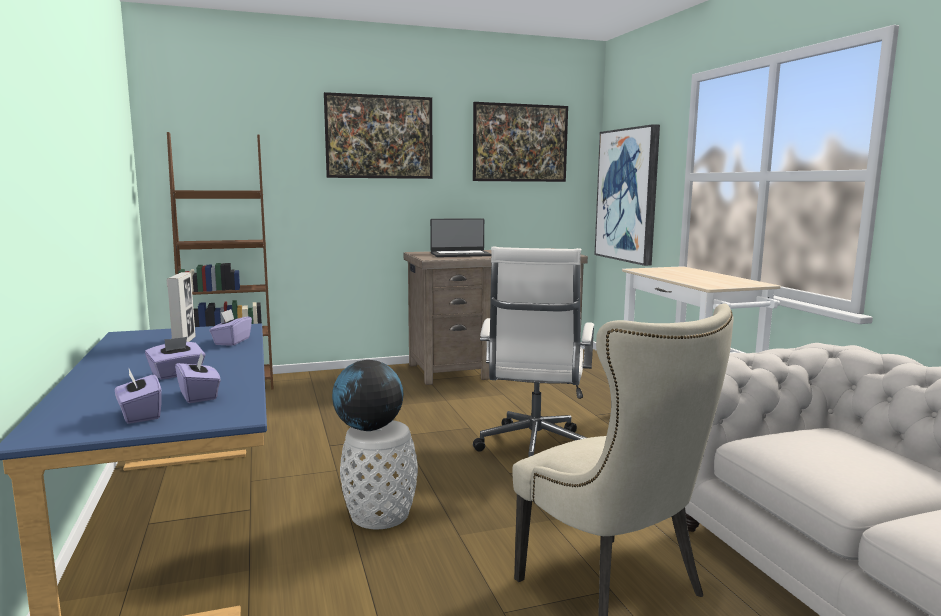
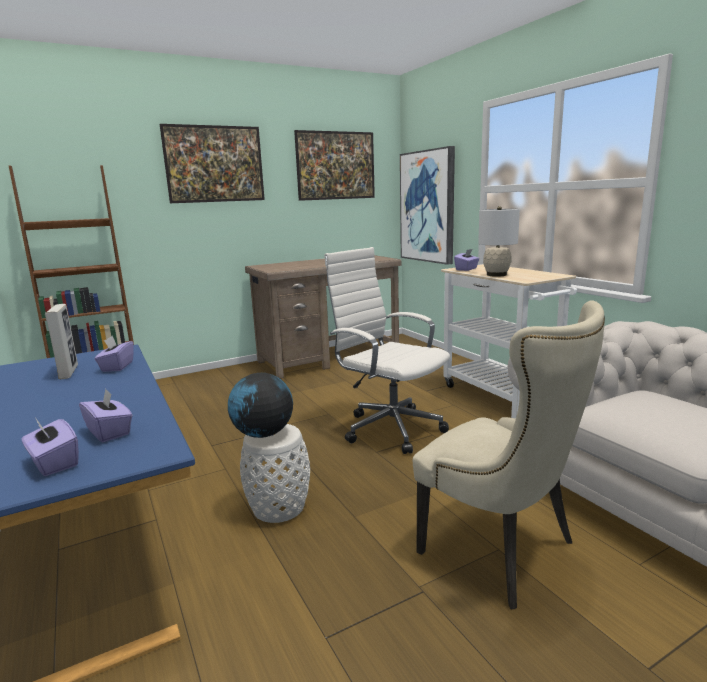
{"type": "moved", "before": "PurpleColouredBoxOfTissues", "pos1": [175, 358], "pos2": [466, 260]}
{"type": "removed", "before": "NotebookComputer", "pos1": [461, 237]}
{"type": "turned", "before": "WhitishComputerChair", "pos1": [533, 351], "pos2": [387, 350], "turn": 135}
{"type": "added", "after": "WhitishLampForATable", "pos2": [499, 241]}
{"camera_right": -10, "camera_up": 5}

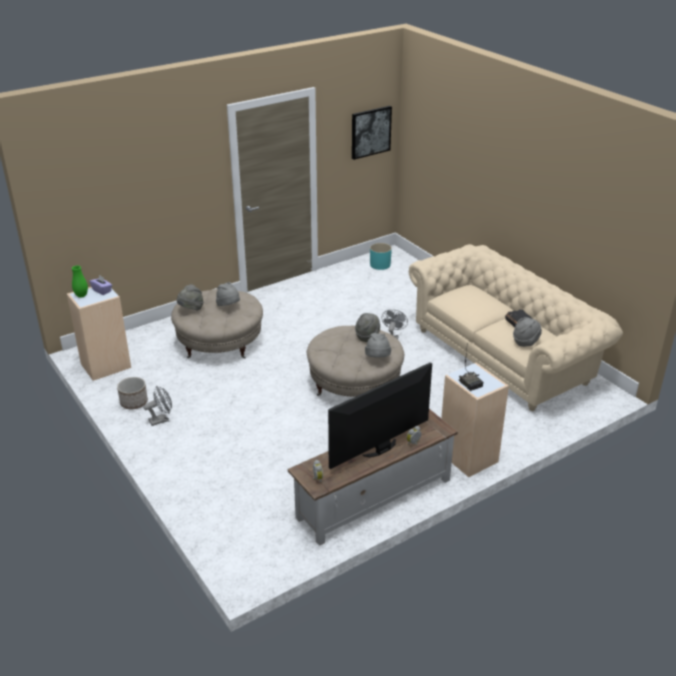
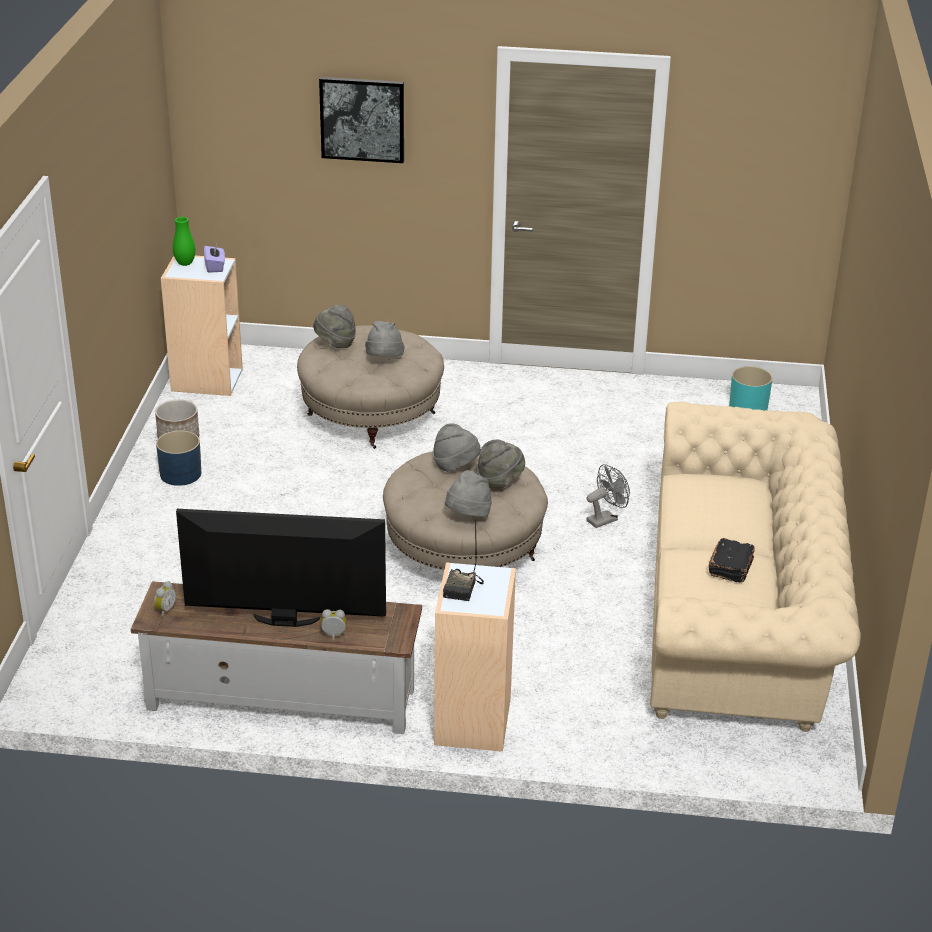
{"type": "replaced", "before": "GreyFan", "after": "BluishPlanter", "pos1": [157, 406], "pos2": [178, 458]}
{"type": "moved", "before": "Picture", "pos1": [372, 133], "pos2": [361, 120]}
{"type": "moved", "before": "GreyClothingHat", "pos1": [527, 332], "pos2": [457, 447]}
{"camera_right": 40, "camera_up": 0}

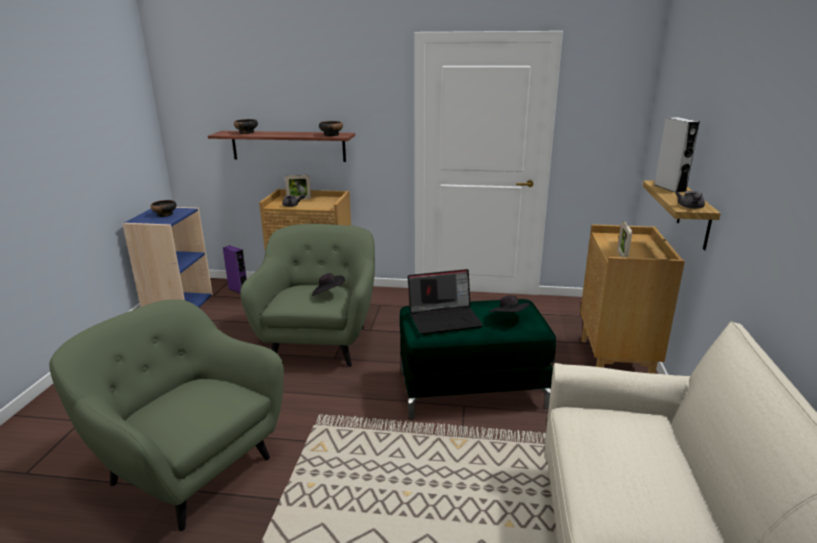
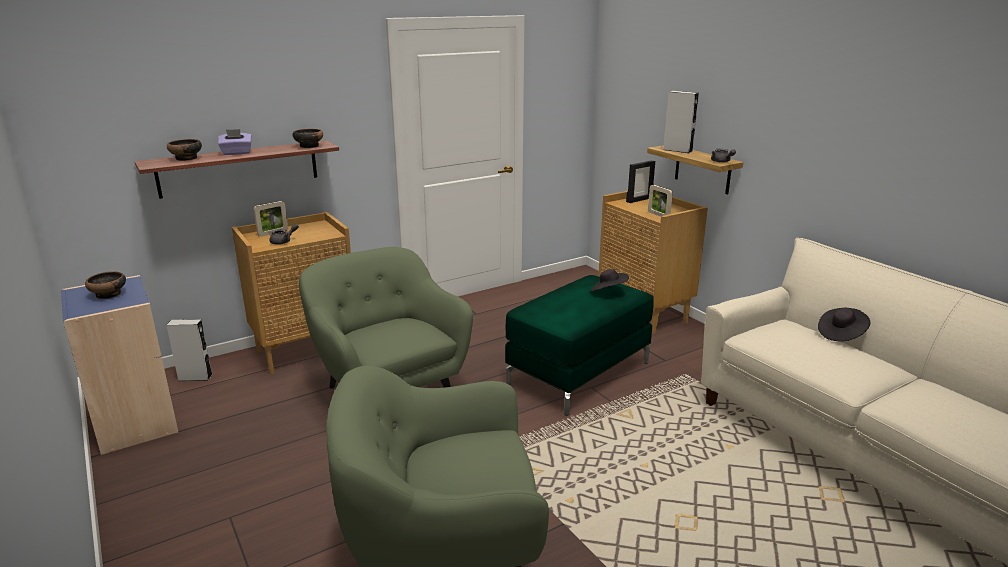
{"type": "recoloured", "before": "PurpleColouredLoudspeaker", "after": "GreyLoudspeaker", "pos1": [235, 269], "pos2": [189, 350]}
{"type": "moved", "before": "BlackClothingHat", "pos1": [328, 284], "pos2": [844, 324]}
{"type": "removed", "before": "NotebookComputer", "pos1": [445, 302]}
{"type": "added", "after": "PurpleColouredBoxOfTissues", "pos2": [235, 142]}
{"type": "added", "after": "StandingFrame", "pos2": [640, 181]}
{"camera_right": -40, "camera_up": 0}

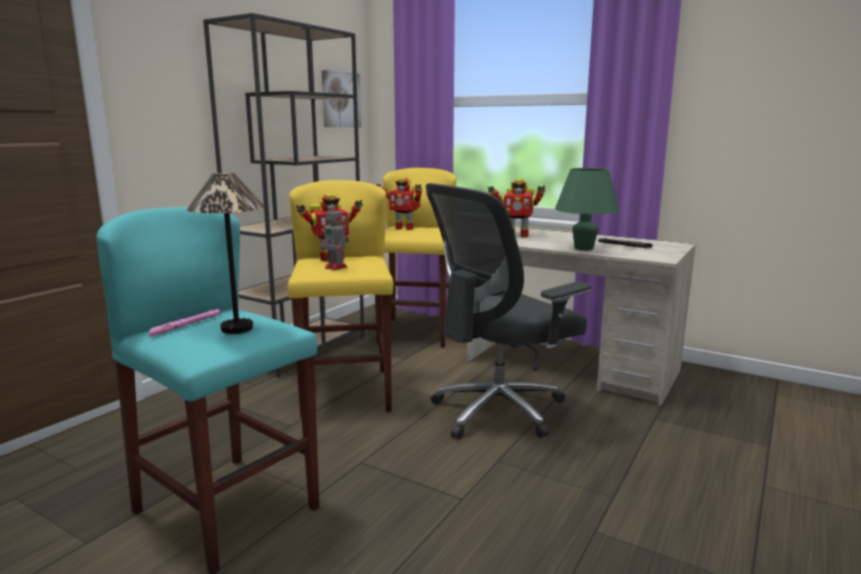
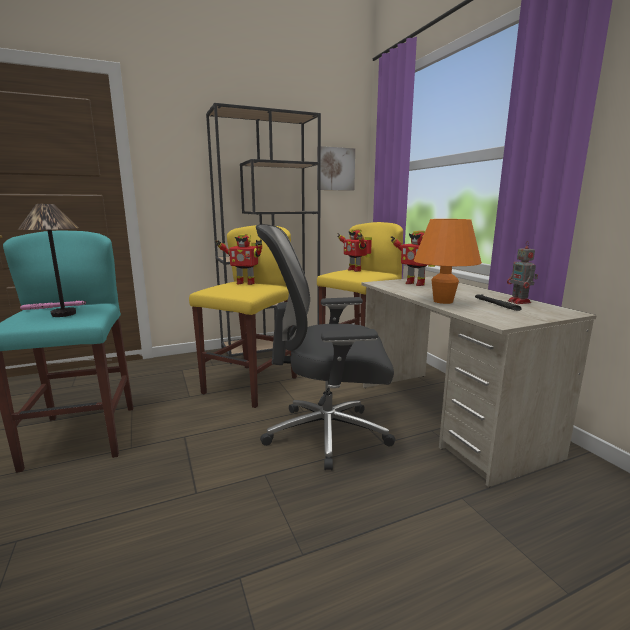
{"type": "moved", "before": "RobotFigure", "pos1": [335, 236], "pos2": [522, 273]}
{"type": "recoloured", "before": "GreenishLampForATable", "after": "OrangeColouredLampForATable", "pos1": [587, 209], "pos2": [448, 261]}
{"camera_right": 35, "camera_up": 0}

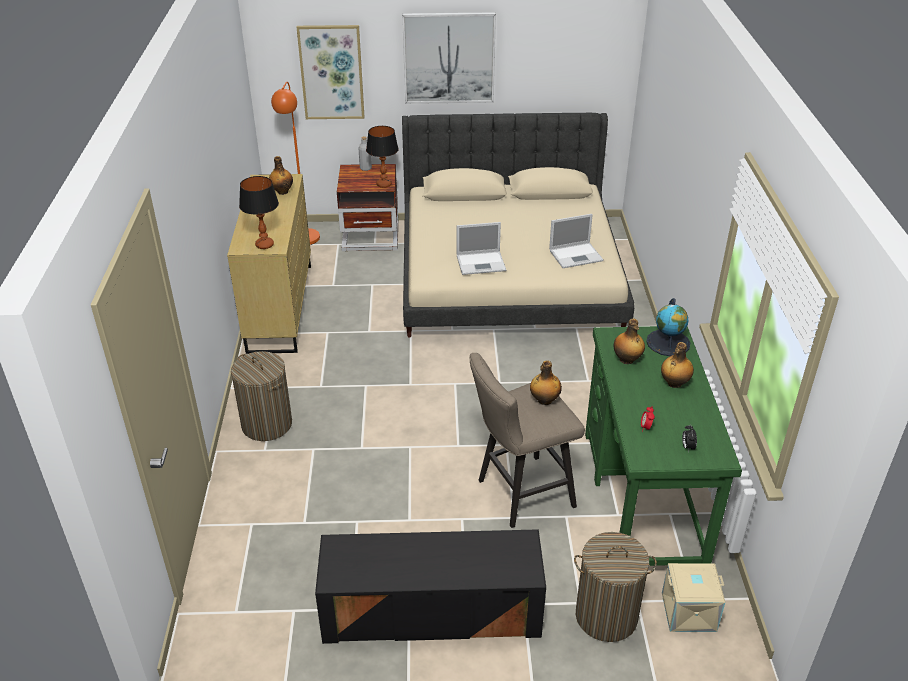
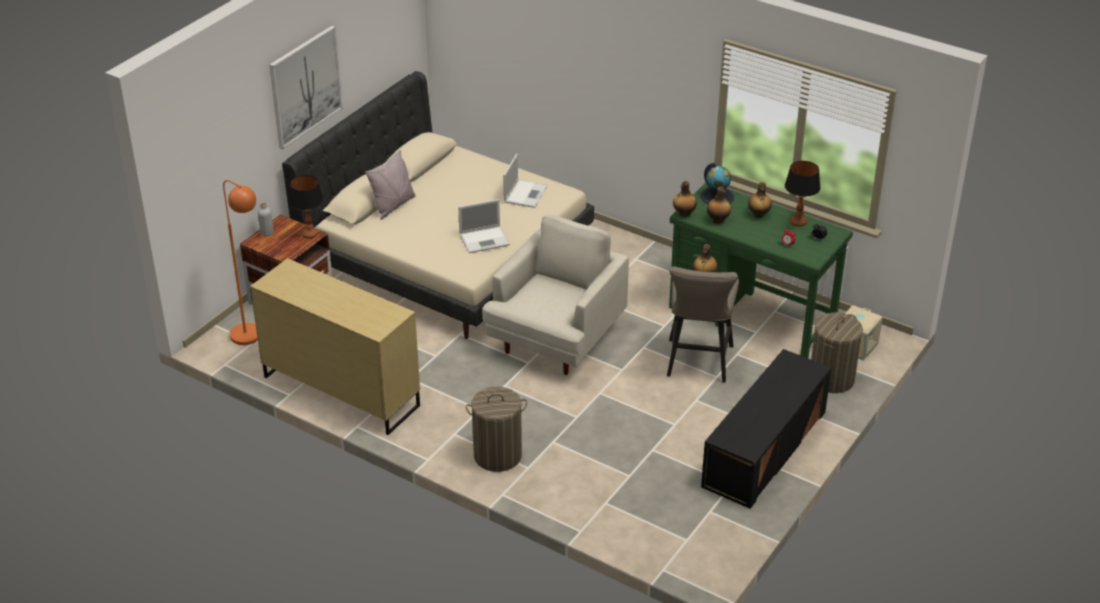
{"type": "moved", "before": "LampForATable", "pos1": [259, 212], "pos2": [803, 193]}
{"type": "moved", "before": "Bottle", "pos1": [281, 175], "pos2": [685, 199]}
{"type": "removed", "before": "Picture", "pos1": [330, 72]}
{"type": "turned", "before": "NotebookComputer", "pos1": [481, 248], "pos2": [484, 226], "turn": 45}
{"type": "added", "after": "PurpleColouredCushion", "pos2": [390, 185]}
{"type": "added", "after": "SandColouredLoungeChair", "pos2": [555, 294]}
{"camera_right": -55, "camera_up": 0}

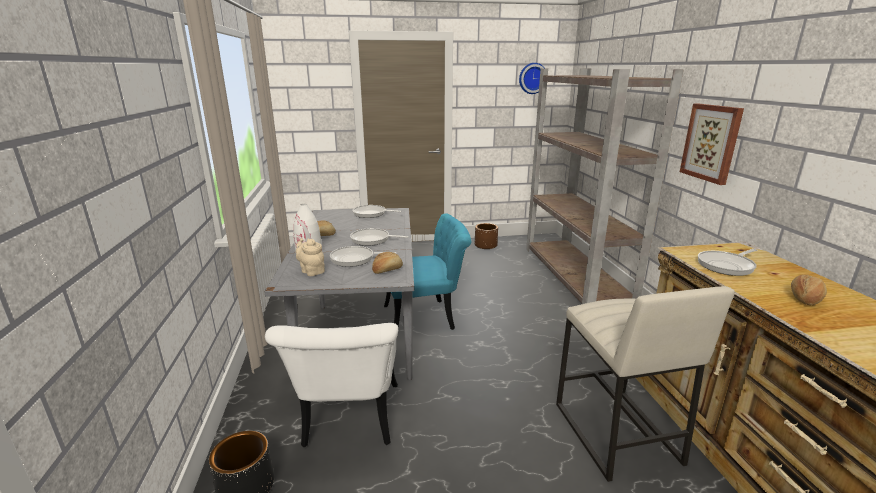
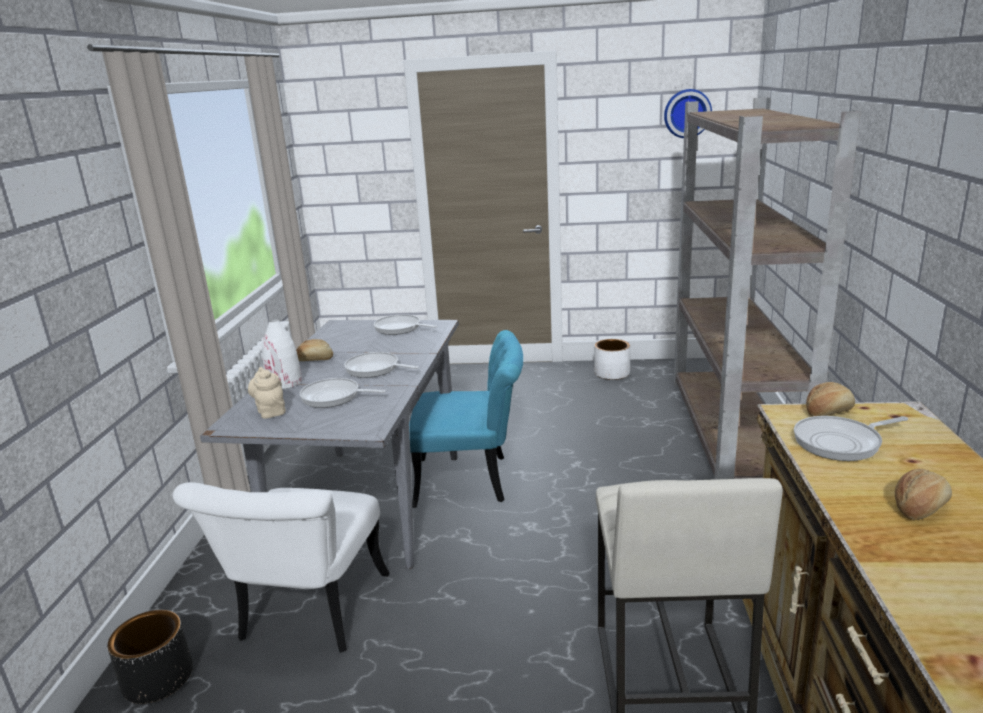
{"type": "moved", "before": "BakedBread", "pos1": [387, 263], "pos2": [830, 399]}
{"type": "recoloured", "before": "BrownPlanter", "after": "WhitishPlanter", "pos1": [486, 236], "pos2": [612, 359]}
{"type": "removed", "before": "Picture", "pos1": [712, 144]}
{"camera_right": 15, "camera_up": 0}

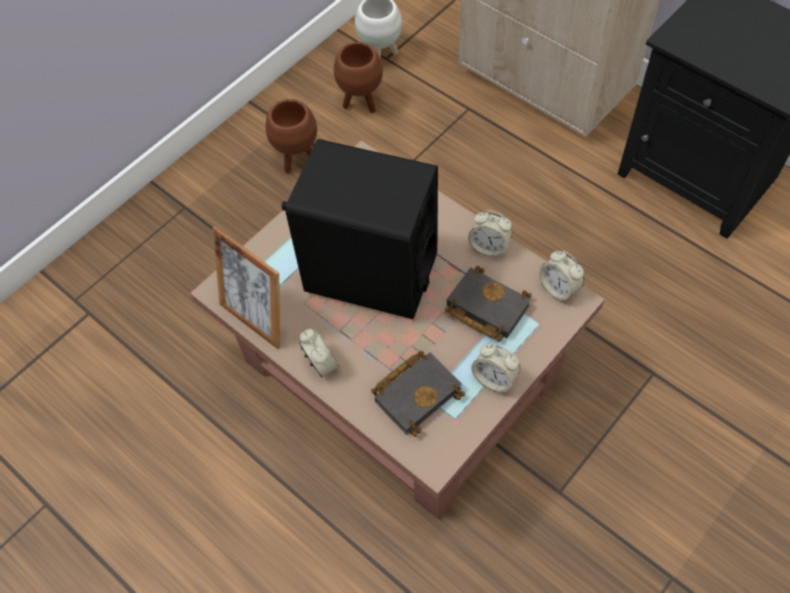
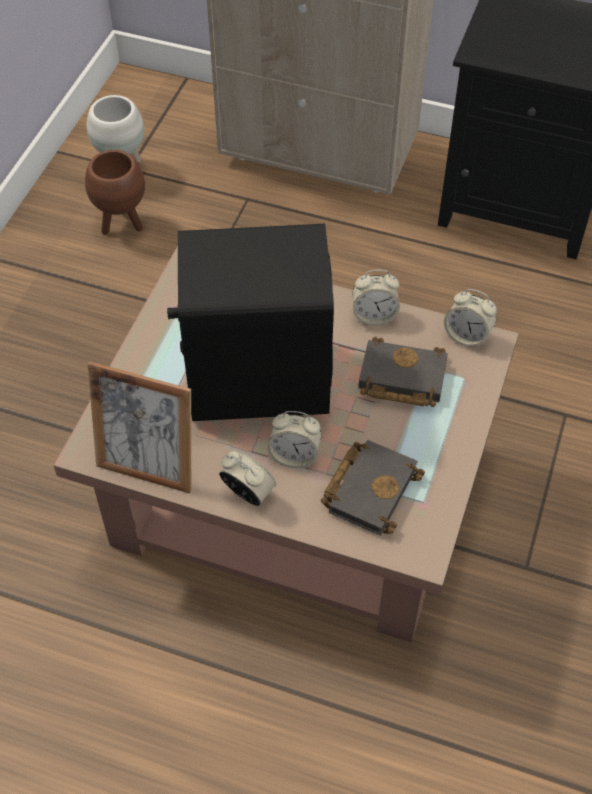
{"type": "removed", "before": "BrownPlanter", "pos1": [291, 136]}
{"type": "moved", "before": "AlarmClock", "pos1": [496, 368], "pos2": [294, 439]}
{"camera_right": -25, "camera_up": -5}

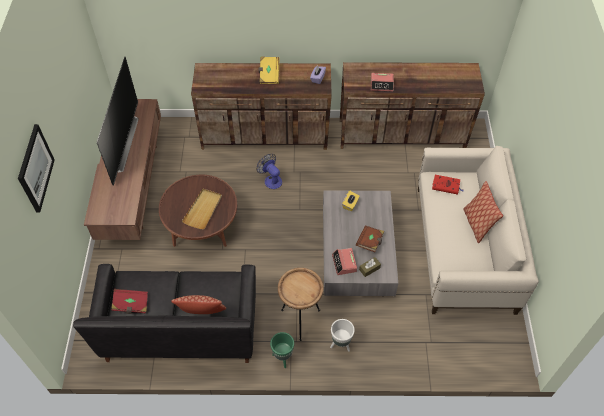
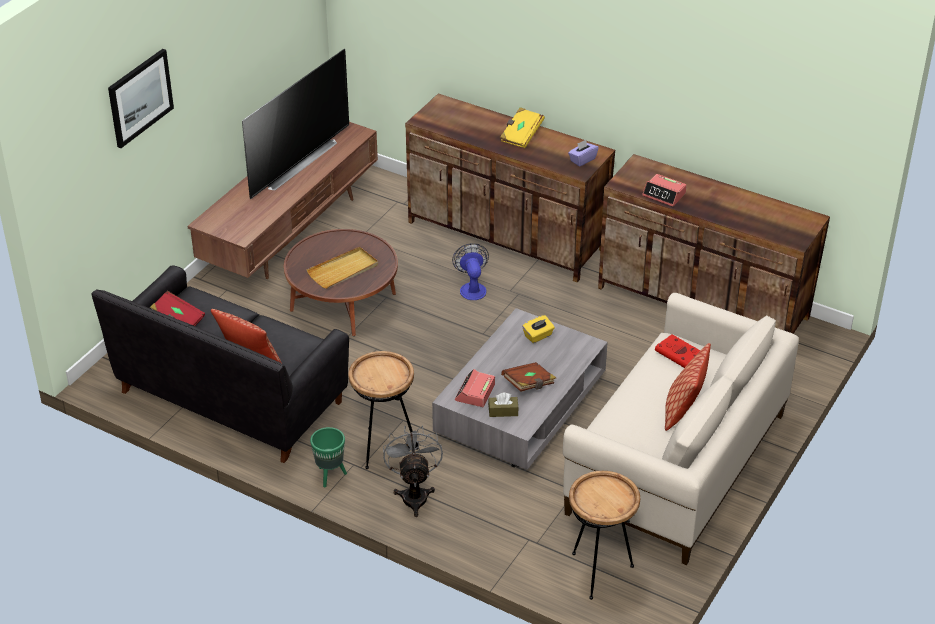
{"type": "replaced", "before": "WhitishPlanter", "after": "GreyFan", "pos1": [342, 335], "pos2": [413, 471]}
{"type": "added", "after": "BrownEndTable", "pos2": [604, 535]}
{"camera_right": 30, "camera_up": -15}

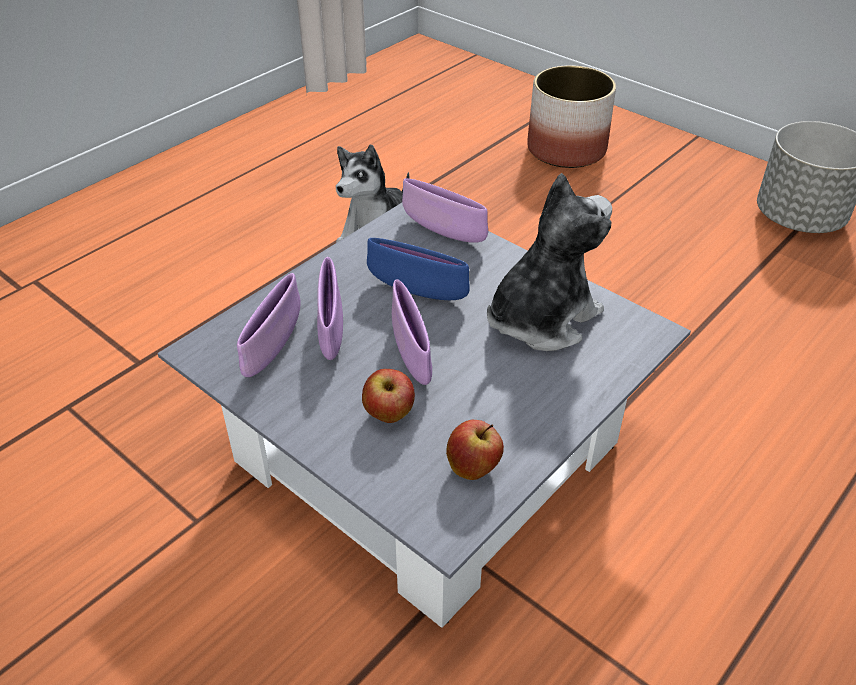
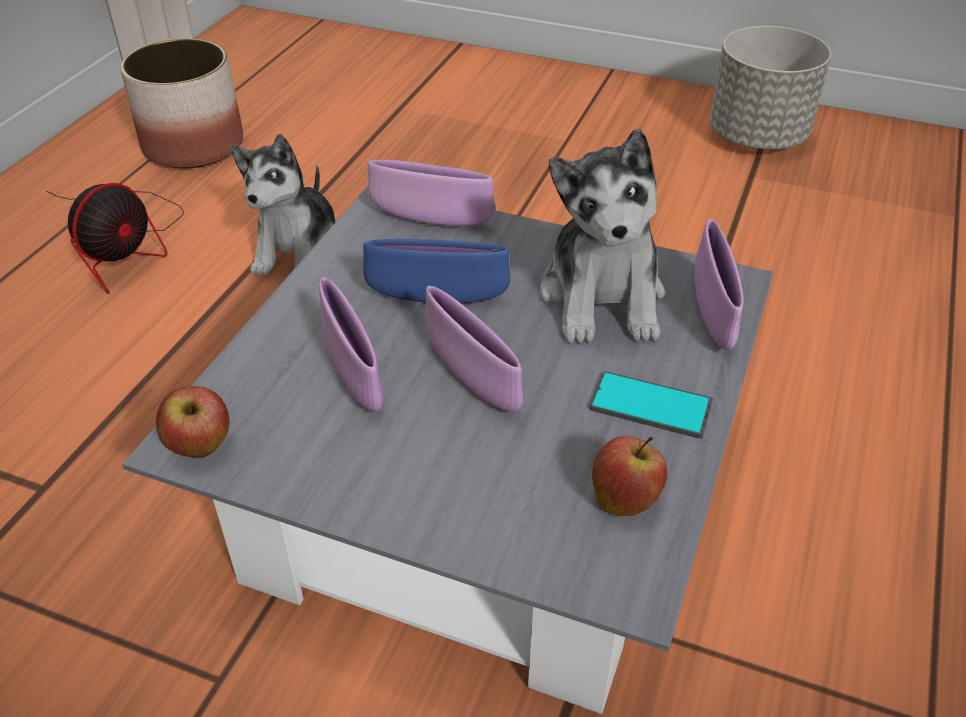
{"type": "moved", "before": "PurpleColouredServingBowl", "pos1": [269, 325], "pos2": [719, 284]}
{"type": "moved", "before": "Apple", "pos1": [388, 396], "pos2": [192, 422]}
{"type": "turned", "before": "SoftToy", "pos1": [549, 262], "pos2": [602, 235], "turn": 150}
{"type": "moved", "before": "Planter", "pos1": [571, 116], "pos2": [181, 103]}
{"type": "added", "after": "Fan", "pos2": [115, 238]}
{"type": "added", "after": "Telephone", "pos2": [651, 405]}
{"camera_right": -20, "camera_up": 0}

